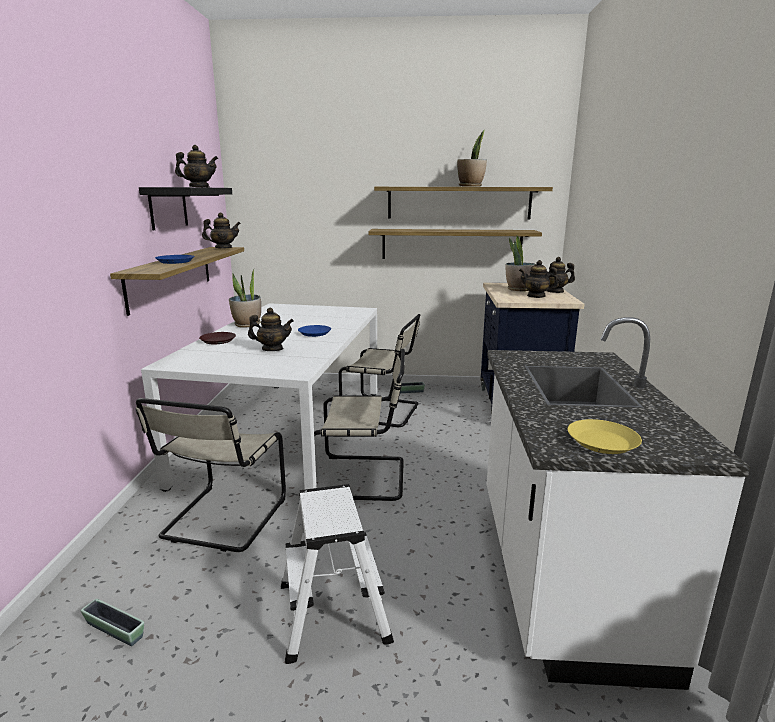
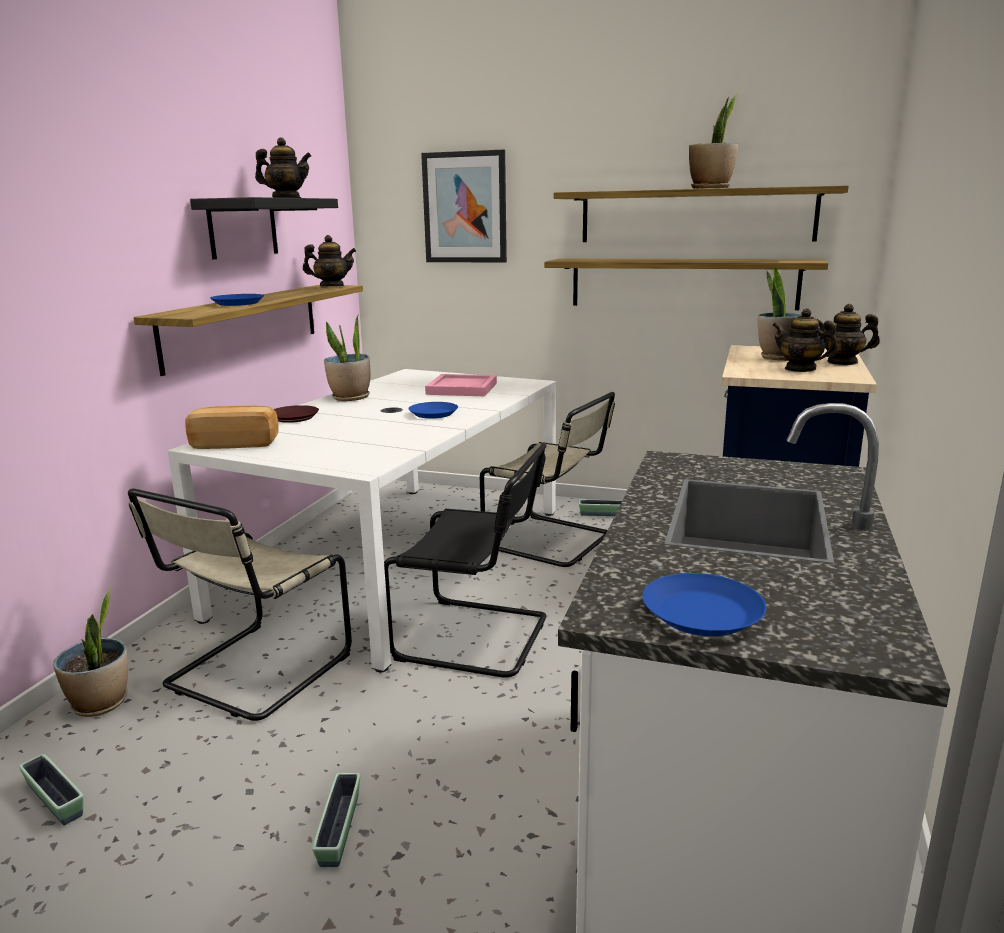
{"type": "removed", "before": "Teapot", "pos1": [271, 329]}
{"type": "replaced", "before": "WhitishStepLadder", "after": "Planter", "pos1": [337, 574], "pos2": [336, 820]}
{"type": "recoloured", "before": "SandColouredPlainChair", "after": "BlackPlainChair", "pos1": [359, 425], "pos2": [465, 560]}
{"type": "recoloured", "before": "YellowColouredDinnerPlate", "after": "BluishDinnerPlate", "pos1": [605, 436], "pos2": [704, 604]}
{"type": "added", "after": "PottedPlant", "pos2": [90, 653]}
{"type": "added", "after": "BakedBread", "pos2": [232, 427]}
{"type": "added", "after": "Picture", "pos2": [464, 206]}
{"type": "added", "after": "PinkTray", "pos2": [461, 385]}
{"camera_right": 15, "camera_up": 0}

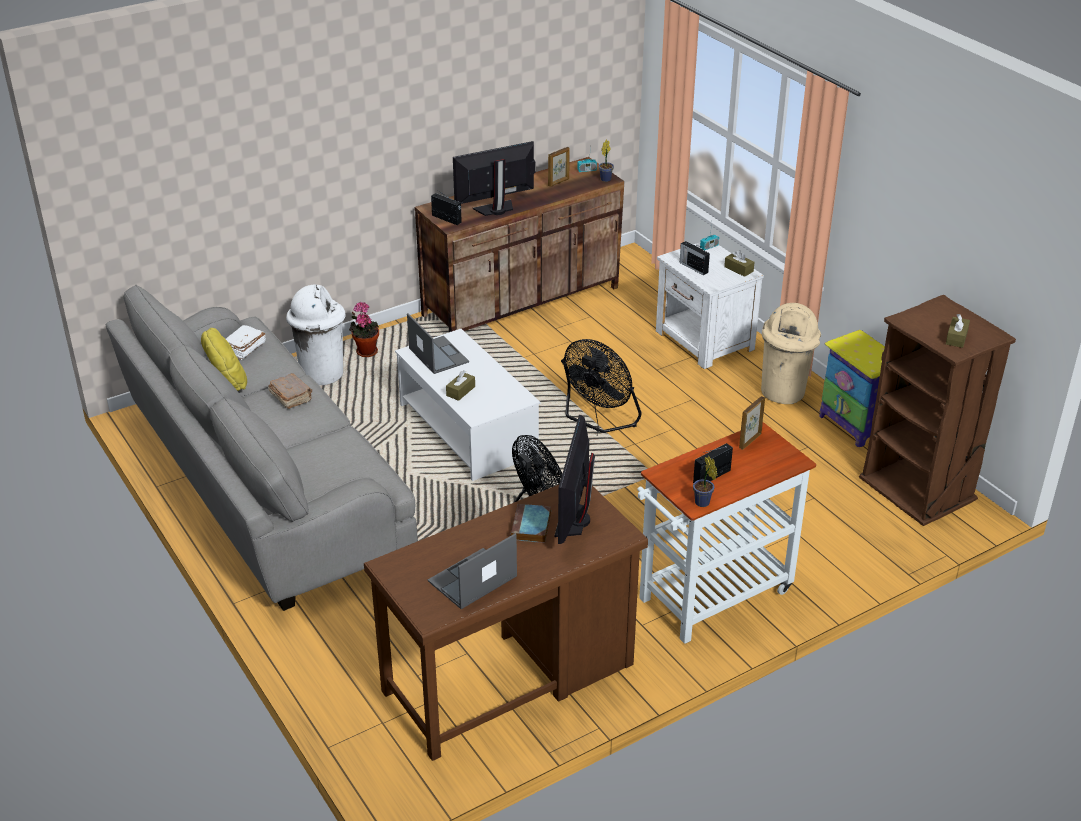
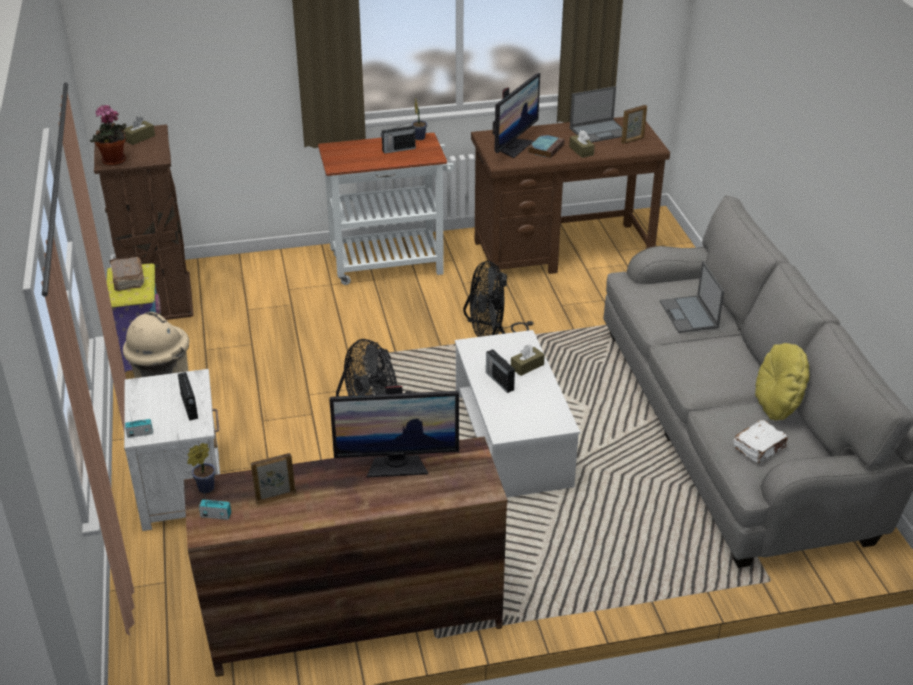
{"type": "moved", "before": "BrownBoundBook", "pos1": [290, 391], "pos2": [127, 274]}
{"type": "removed", "before": "WhitishWasteBin", "pos1": [316, 334]}
{"type": "moved", "before": "PottedPlant", "pos1": [364, 329], "pos2": [108, 135]}
{"type": "moved", "before": "NotebookComputer", "pos1": [438, 343], "pos2": [692, 297]}
{"type": "moved", "before": "RadioReceiver", "pos1": [446, 208], "pos2": [500, 371]}
{"type": "moved", "before": "BrownBoxOfTissues", "pos1": [739, 263], "pos2": [582, 144]}
{"type": "moved", "before": "StandingFrame", "pos1": [752, 423], "pos2": [634, 124]}
{"camera_right": -160, "camera_up": 0}

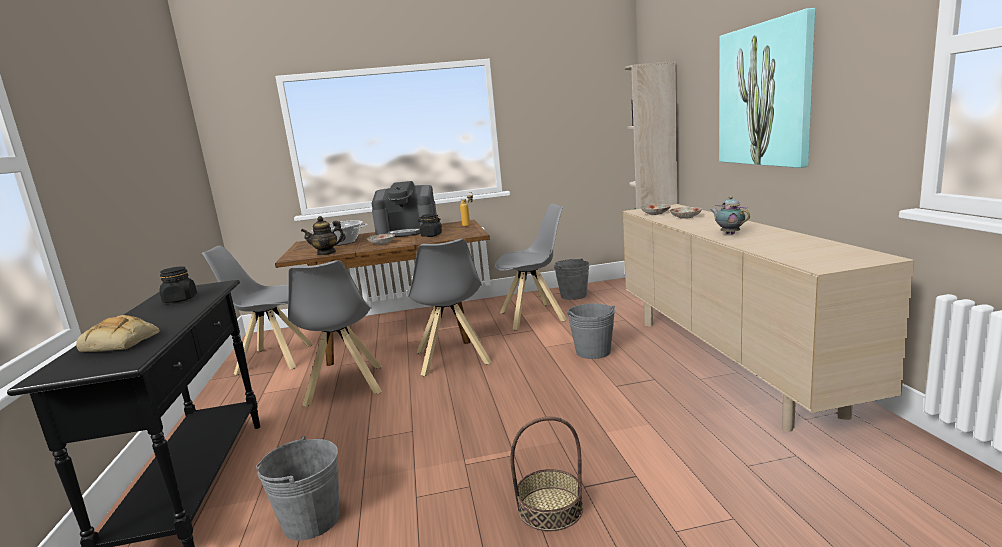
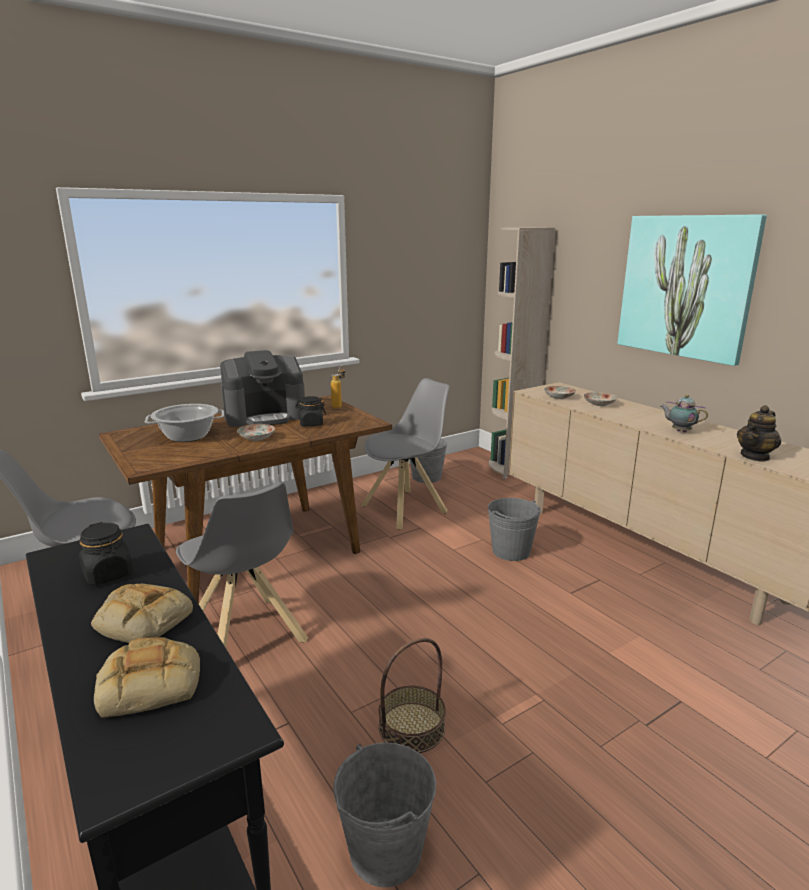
{"type": "moved", "before": "Teapot", "pos1": [323, 236], "pos2": [759, 433]}
{"type": "removed", "before": "GreyPlainChair", "pos1": [449, 307]}
{"type": "moved", "before": "StorageBasket", "pos1": [546, 474], "pos2": [412, 695]}
{"type": "added", "after": "BakedBread", "pos2": [142, 613]}
{"camera_right": -25, "camera_up": 5}

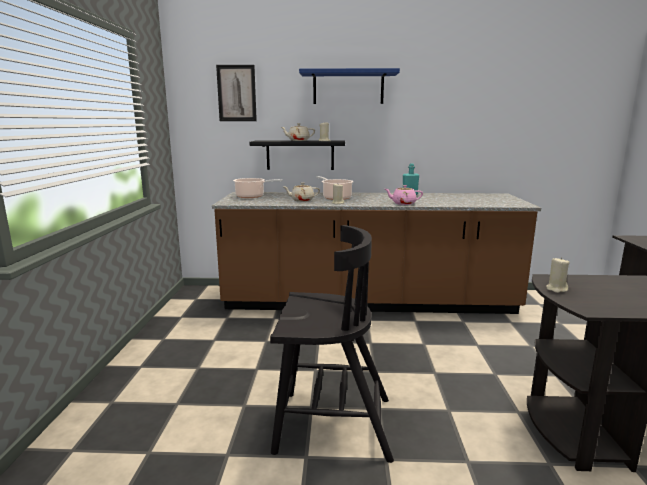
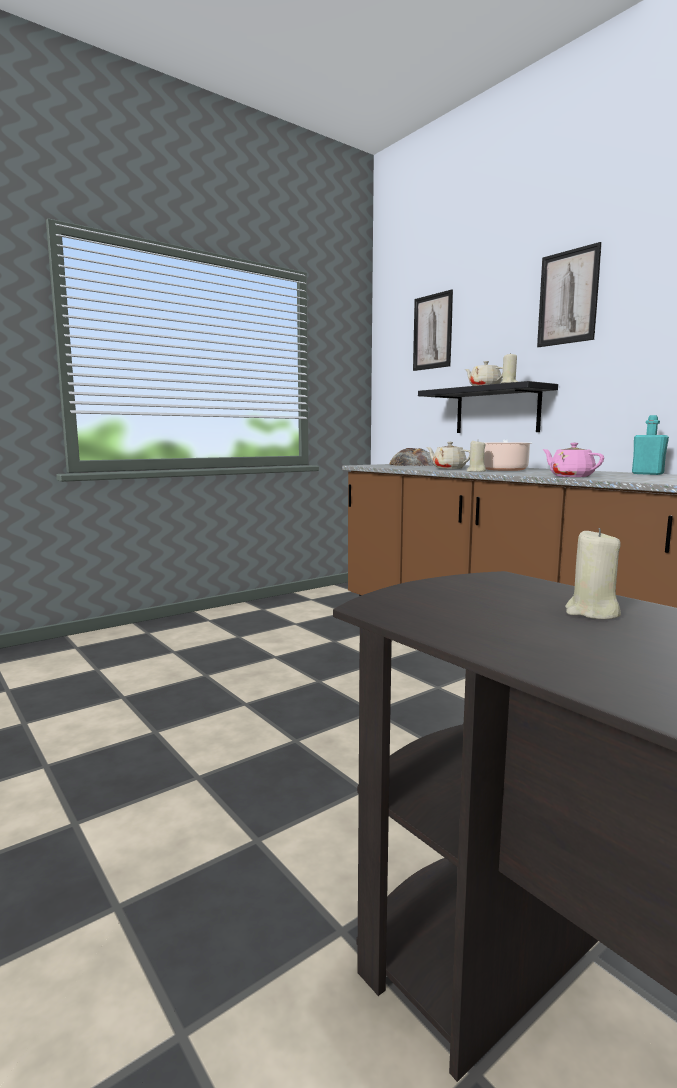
{"type": "replaced", "before": "Stockpot", "after": "BakedBread", "pos1": [257, 188], "pos2": [411, 457]}
{"type": "removed", "before": "BlackPlainChair", "pos1": [332, 344]}
{"type": "replaced", "before": "BluishWallShelf", "after": "Picture", "pos1": [349, 86], "pos2": [569, 294]}
{"type": "moved", "before": "SandColouredWaxCandle", "pos1": [557, 275], "pos2": [593, 573]}
{"camera_right": 50, "camera_up": -5}

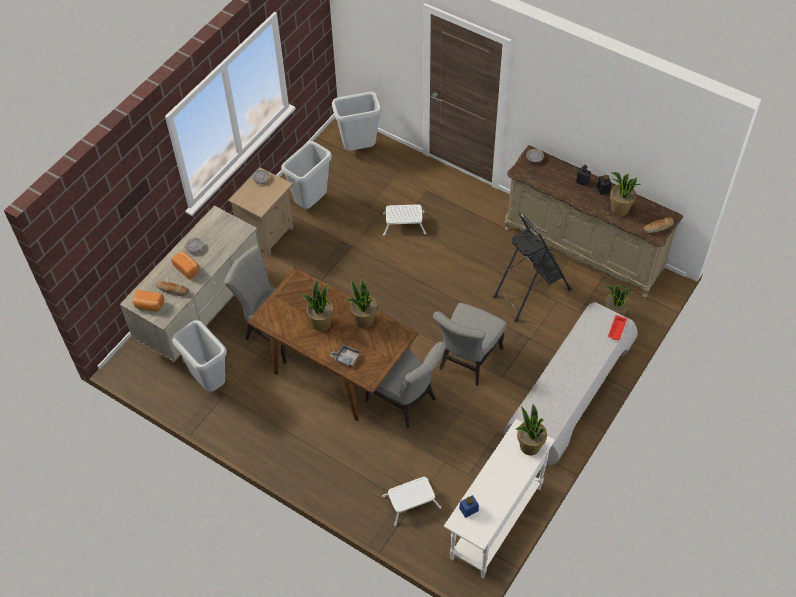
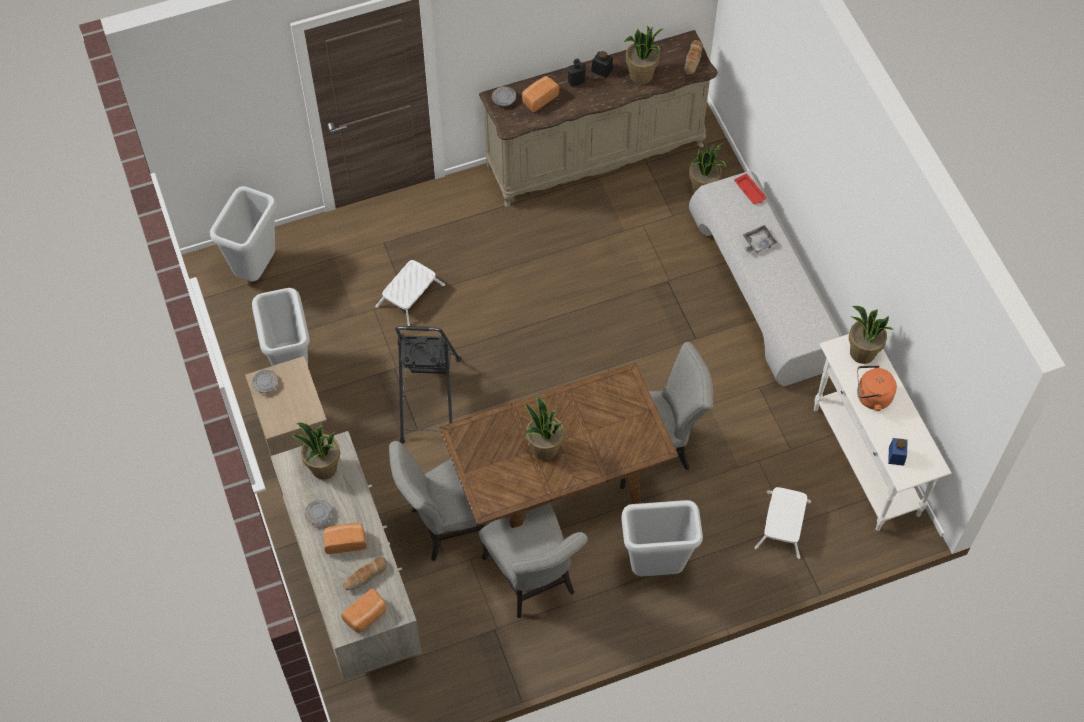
{"type": "moved", "before": "GreyWasteBin", "pos1": [199, 356], "pos2": [662, 538]}
{"type": "moved", "before": "GreyTray", "pos1": [345, 355], "pos2": [760, 239]}
{"type": "moved", "before": "PottedPlant", "pos1": [361, 303], "pos2": [315, 451]}
{"type": "moved", "before": "GreyPlainChair", "pos1": [470, 344], "pos2": [533, 560]}
{"type": "moved", "before": "StepLadder", "pos1": [532, 267], "pos2": [428, 385]}
{"type": "added", "after": "BakedBread", "pos2": [540, 94]}
{"type": "added", "after": "OrangeColouredKettle", "pos2": [877, 388]}
{"camera_right": -55, "camera_up": 5}

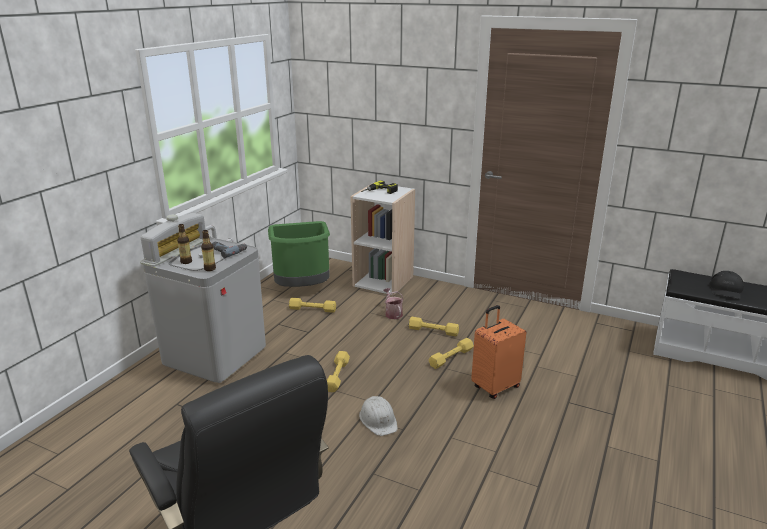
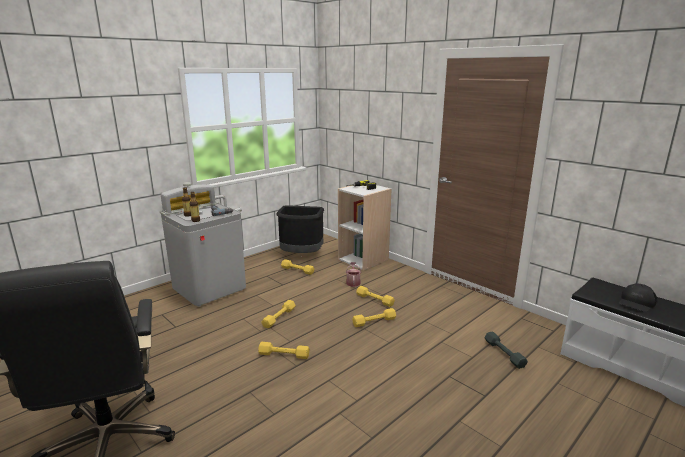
{"type": "recoloured", "before": "GreenishWasteBin", "after": "BlackWasteBin", "pos1": [299, 254], "pos2": [300, 229]}
{"type": "replaced", "before": "WhitishSafetyHelmet", "after": "YellowColouredHandWeight", "pos1": [378, 416], "pos2": [283, 350]}
{"type": "removed", "before": "OrangeColouredPieceOfLuggage", "pos1": [498, 352]}
{"type": "added", "after": "GreyHandWeight", "pos2": [506, 350]}
{"camera_right": 20, "camera_up": -5}

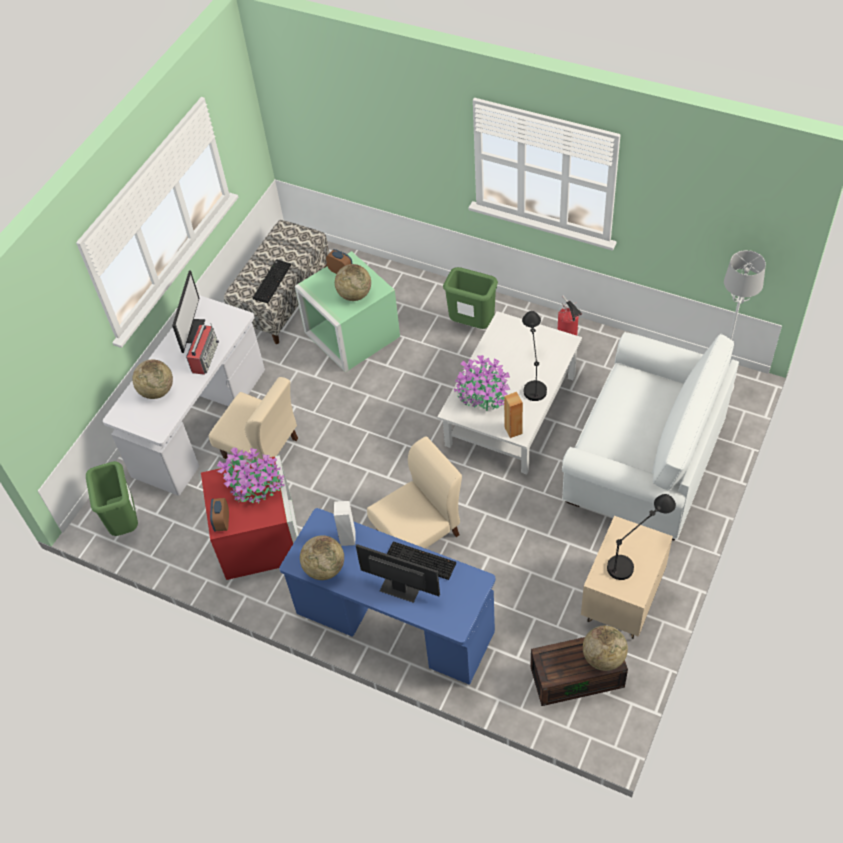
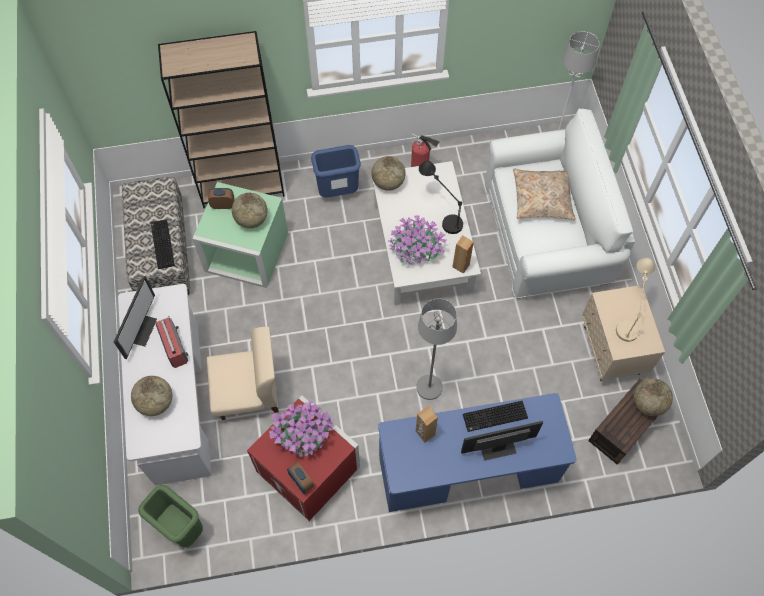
{"type": "turned", "before": "ComputerScreen", "pos1": [188, 311], "pos2": [135, 317], "turn": 45}
{"type": "moved", "before": "Globe", "pos1": [322, 557], "pos2": [389, 173]}
{"type": "recoloured", "before": "WhitishLoudspeaker", "after": "BrownLoudspeaker", "pos1": [345, 523], "pos2": [427, 424]}
{"type": "replaced", "before": "SandColouredPlainChair", "after": "GreyStandardLamp", "pos1": [414, 492], "pos2": [436, 349]}
{"type": "recoloured", "before": "GreenishWasteBin", "after": "BluishWasteBin", "pos1": [470, 298], "pos2": [336, 171]}
{"type": "recoloured", "before": "BlackLampForATable", "after": "SandColouredLampForATable", "pos1": [641, 537], "pos2": [635, 300]}
{"type": "added", "after": "SandColouredShelvingUnit", "pos2": [221, 119]}
{"type": "added", "after": "SandColouredCushion", "pos2": [544, 194]}
{"camera_right": -40, "camera_up": 10}

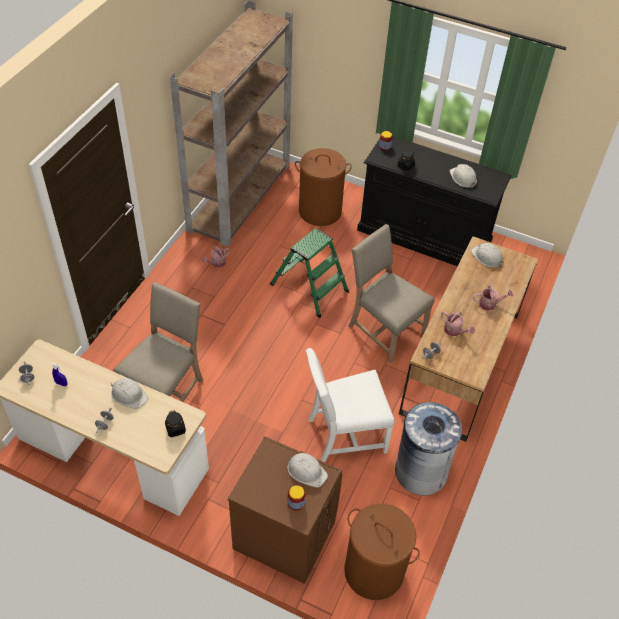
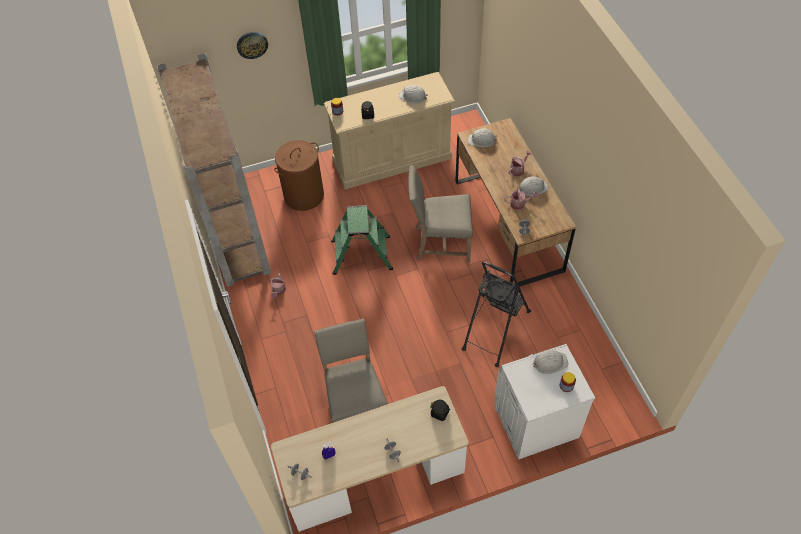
{"type": "moved", "before": "WhitishSafetyHelmet", "pos1": [129, 393], "pos2": [534, 186]}
{"type": "recoloured", "before": "BrownWashingMachine", "after": "WhitishWashingMachine", "pos1": [285, 510], "pos2": [545, 402]}
{"type": "replaced", "before": "WhitishPlainChair", "after": "StepLadder", "pos1": [350, 405], "pos2": [496, 314]}
{"type": "removed", "before": "BrownLaundryBasket", "pos1": [382, 551]}
{"type": "recoloured", "before": "BlackCupboard", "after": "SandColouredCupboard", "pos1": [434, 201], "pos2": [389, 130]}
{"type": "removed", "before": "GreyWasteBin", "pos1": [428, 449]}
{"type": "added", "after": "ClockOnTheWall", "pos2": [252, 45]}
{"camera_right": -40, "camera_up": 5}

